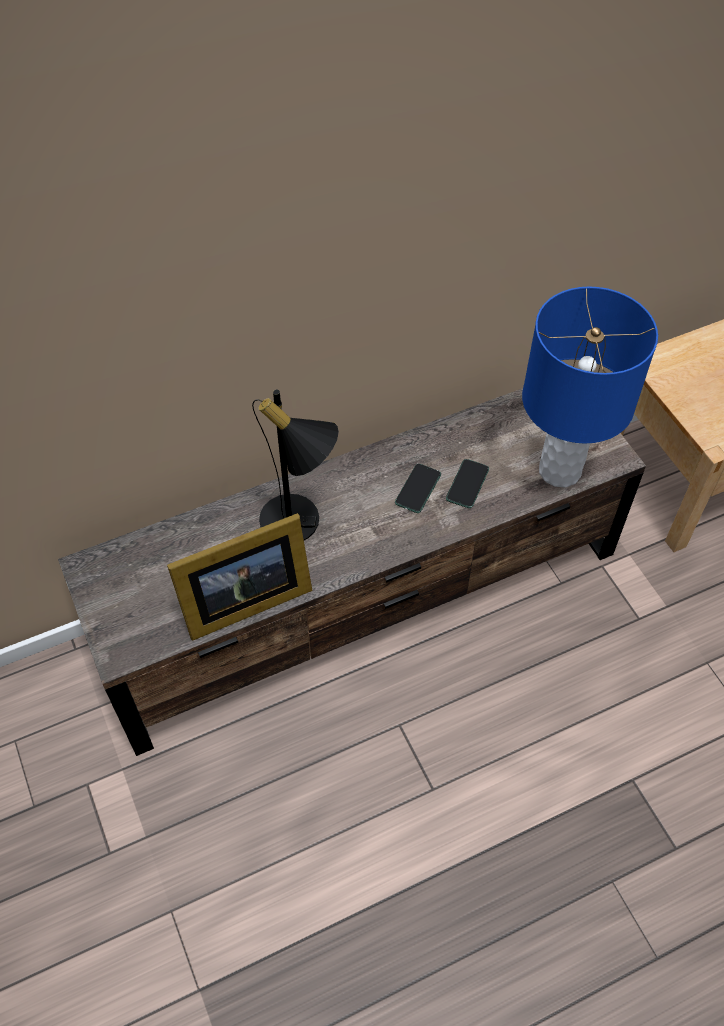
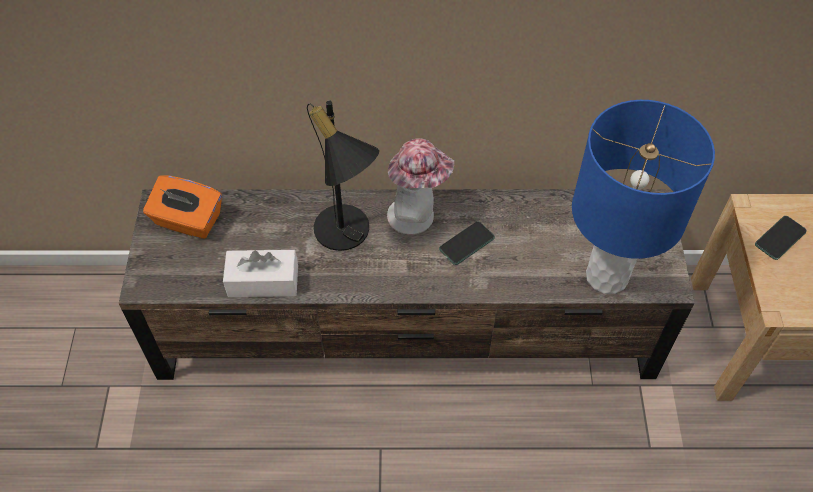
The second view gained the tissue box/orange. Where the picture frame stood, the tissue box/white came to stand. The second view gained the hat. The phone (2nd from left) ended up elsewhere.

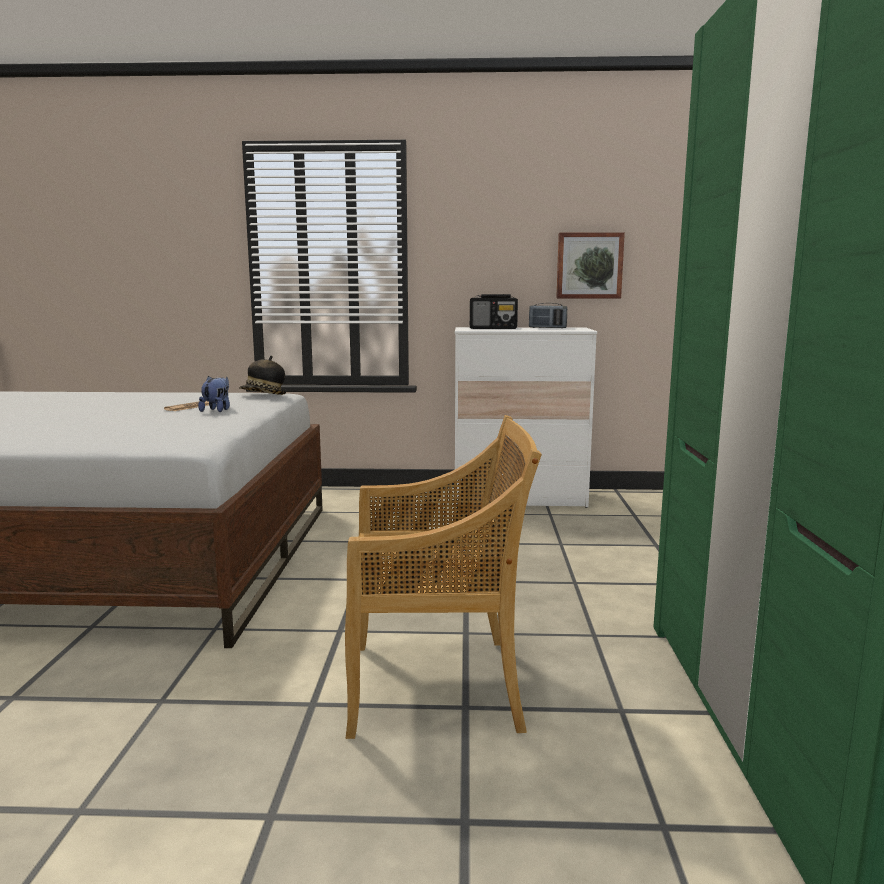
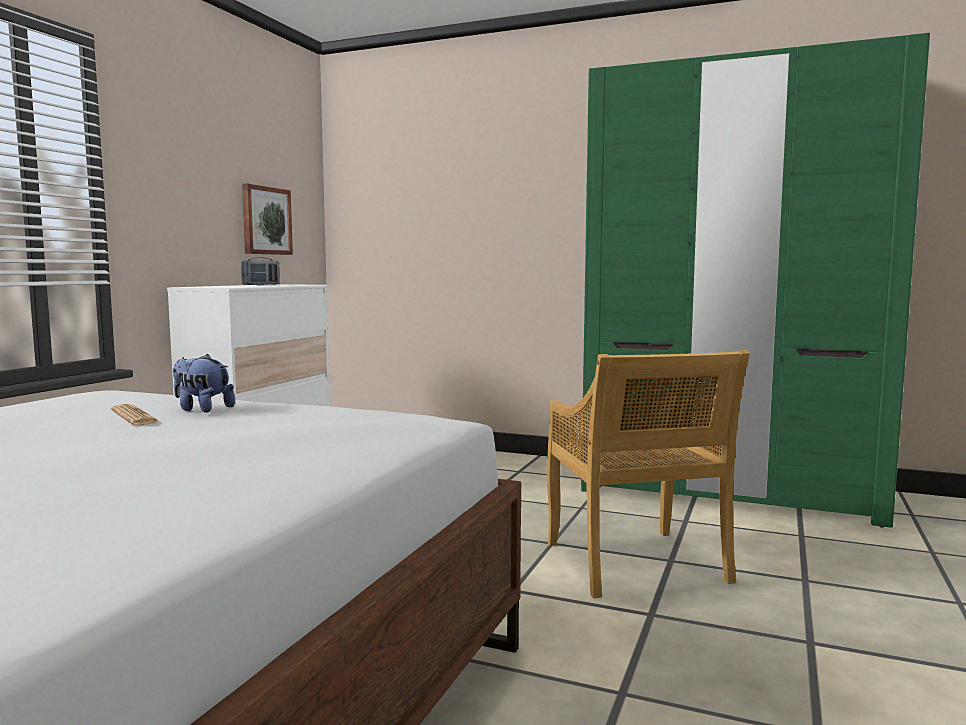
The chair/beige ended up facing another way, 150 degrees clockwise from before. The second view lost the hat. The second view lost the radio (1st from left).

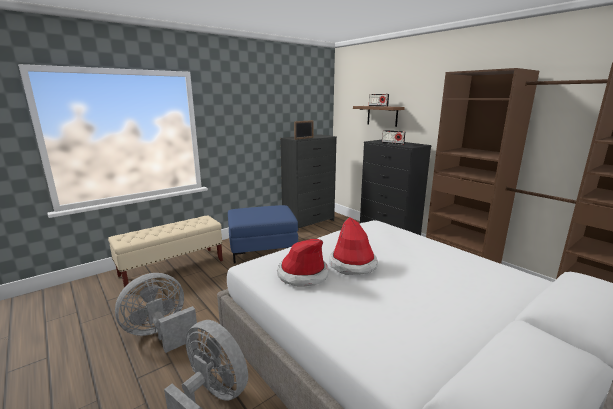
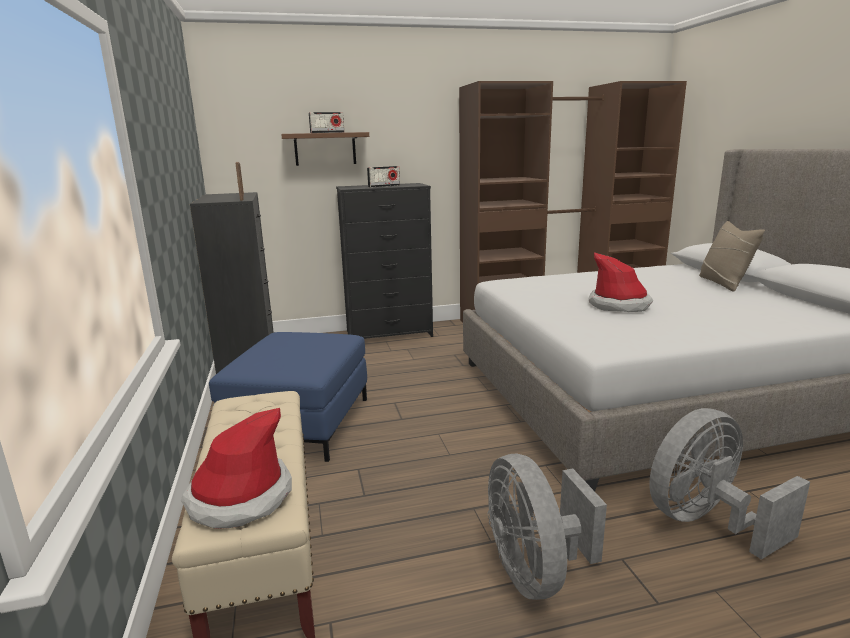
The hat (1st from left) ended up elsewhere. The second view gained the pillow/beige.

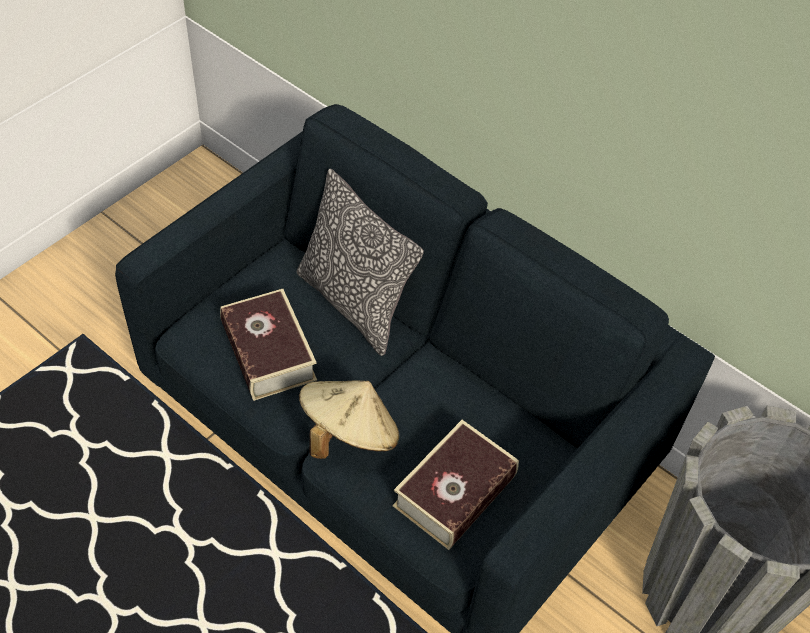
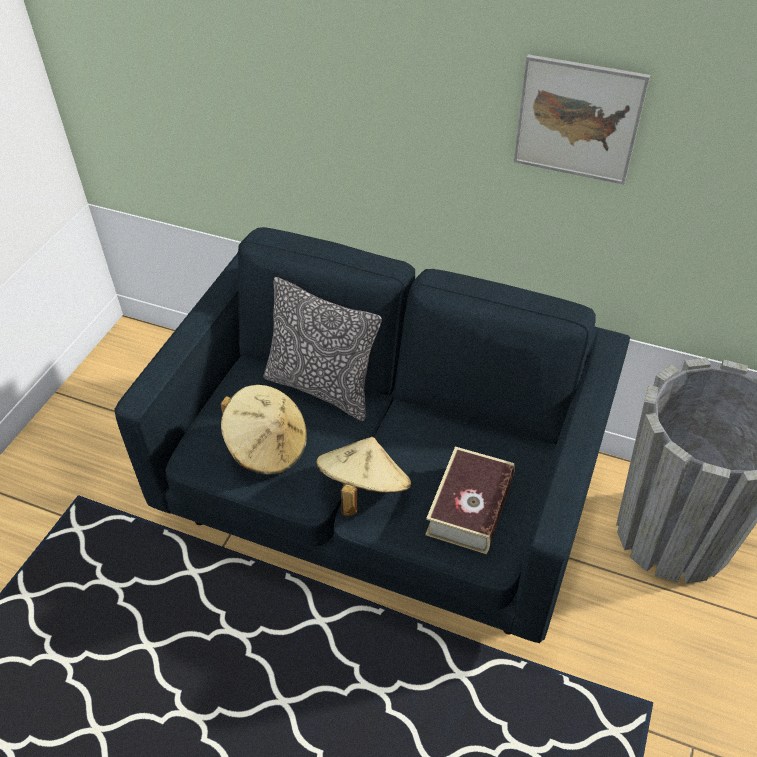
Where the book (1st from left) stood, the hat/beige (1st from left) came to stand. The second view gained the picture.

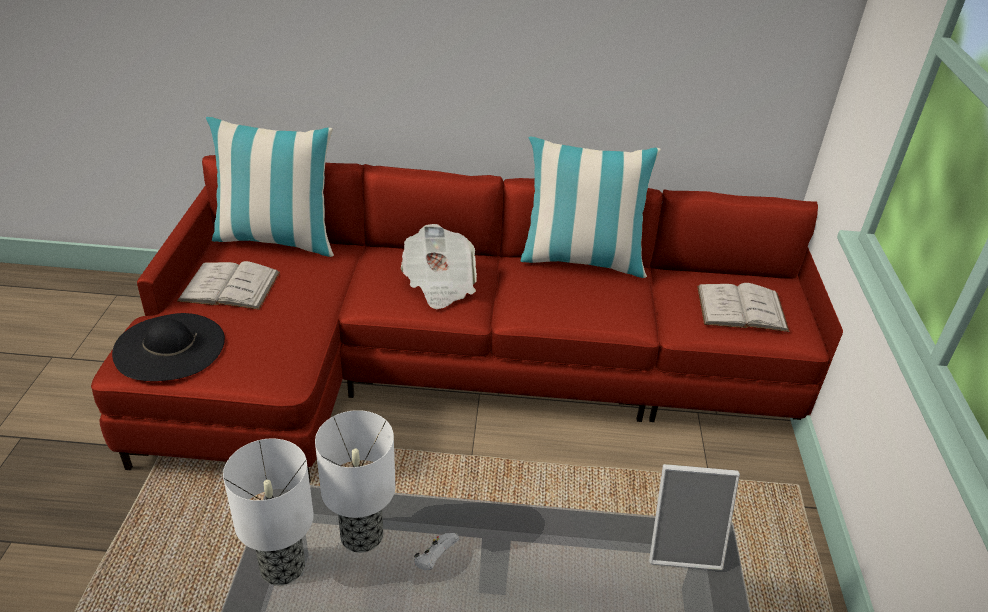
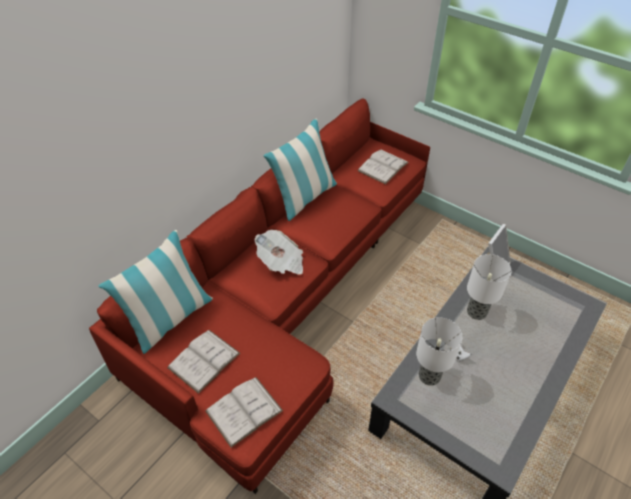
Where the hat/black stood, the book/white (2nd from left) came to stand. The table lamp (1st from left in the first image) ended up elsewhere.

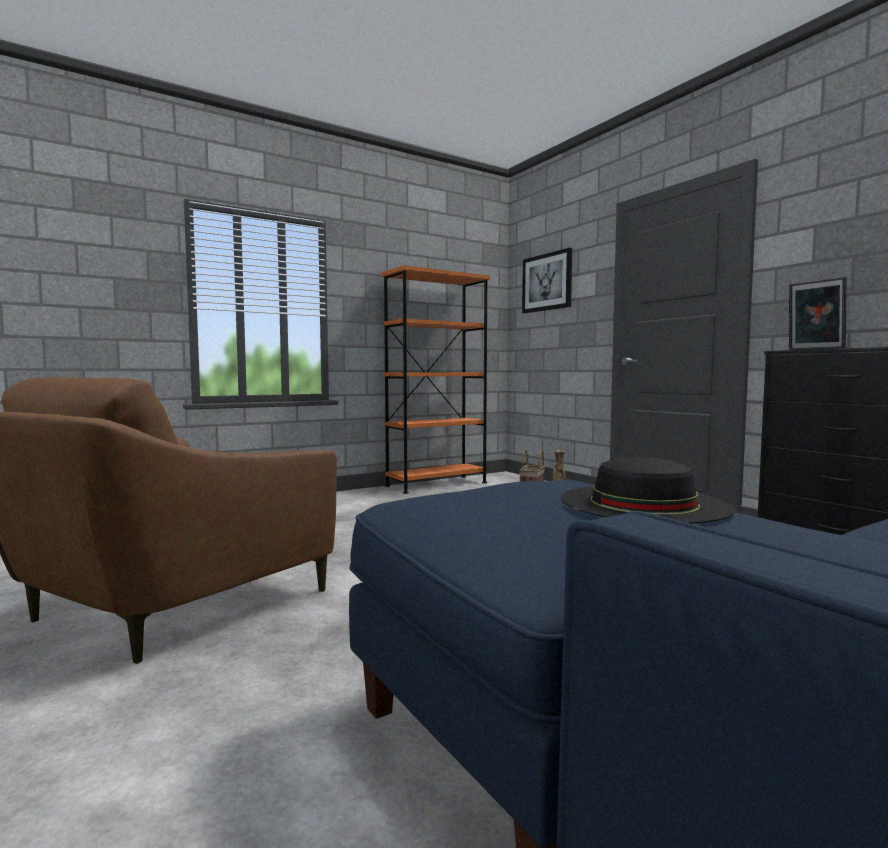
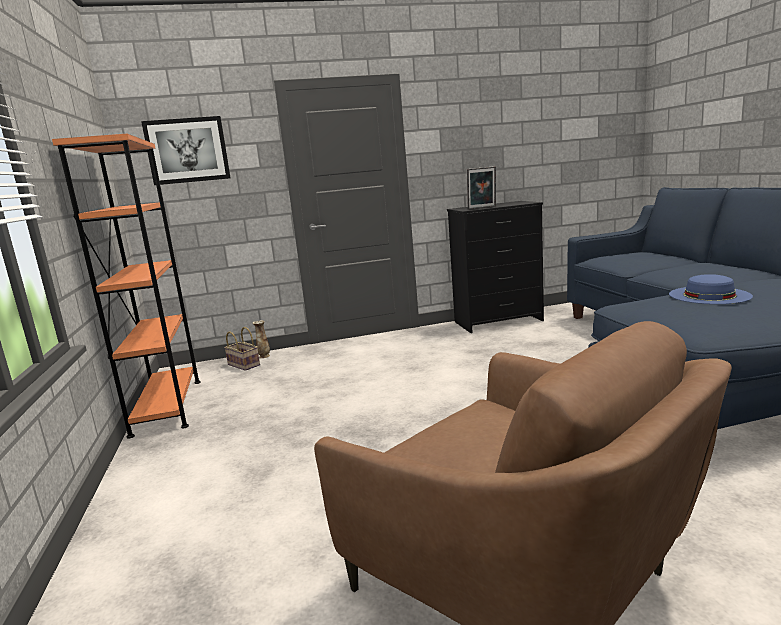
What was the hat/black turned into the hat/blue.

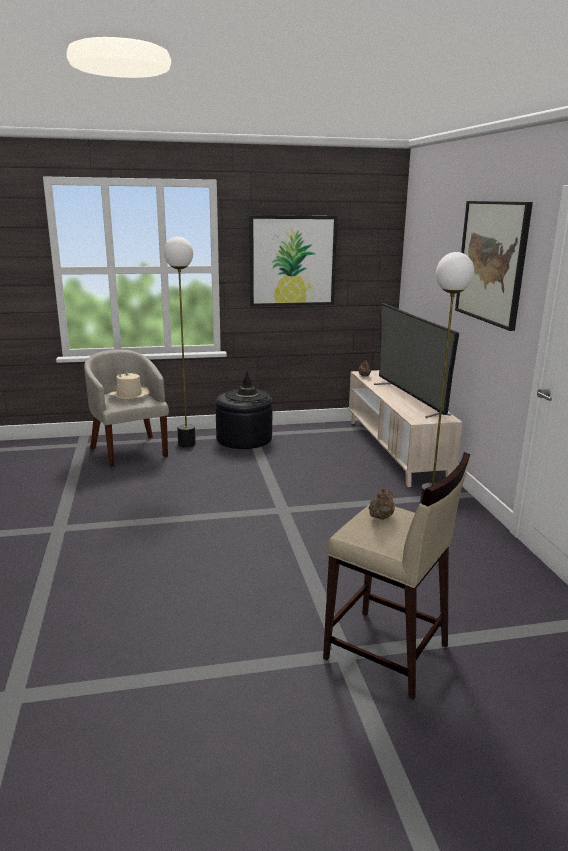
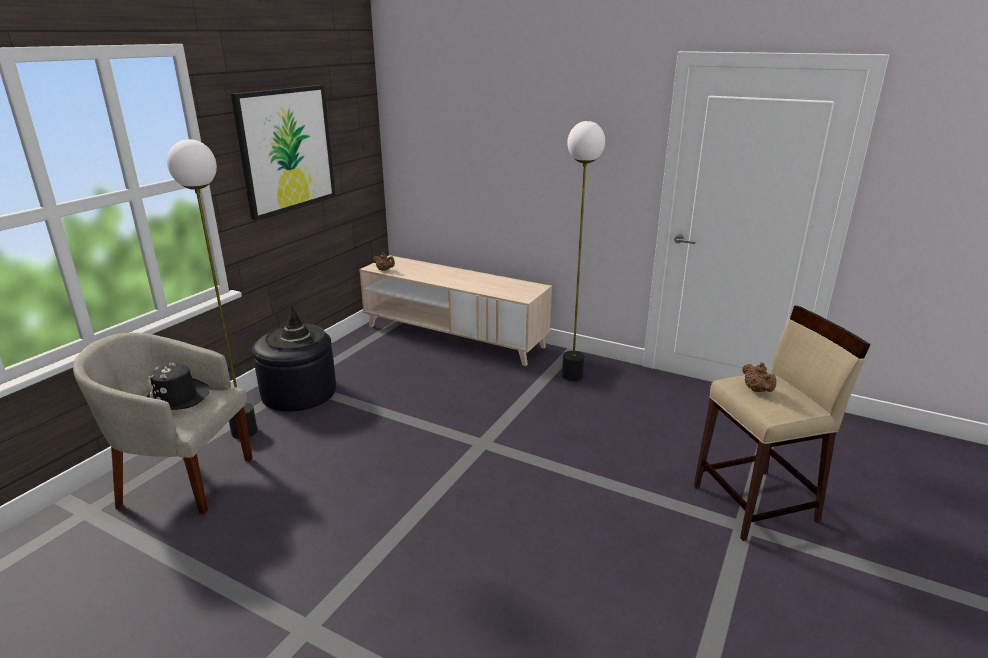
What was the hat/beige turned into the hat/black (1st from left). The second view lost the television. The second view lost the picture (2nd from left).

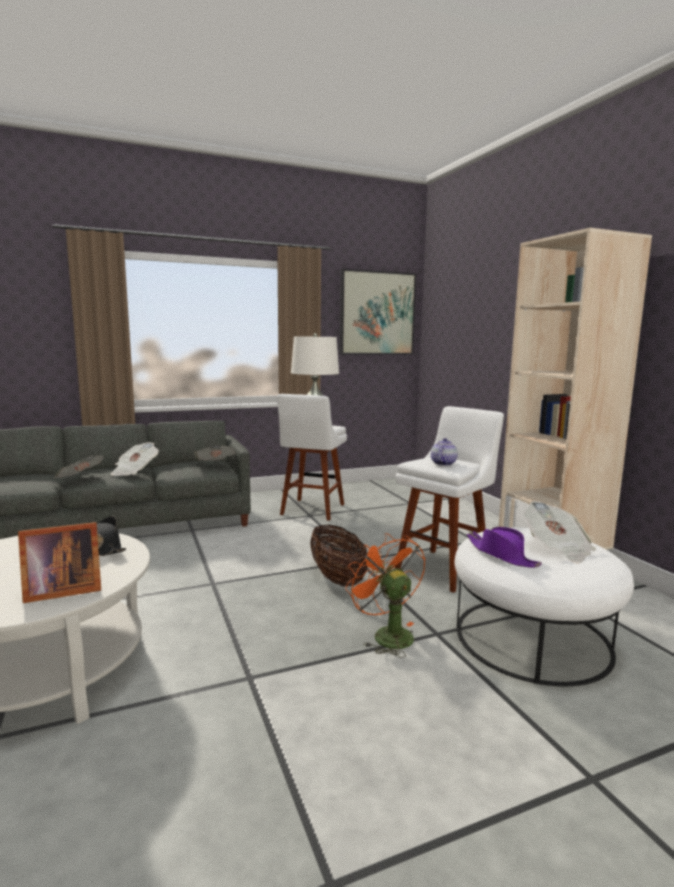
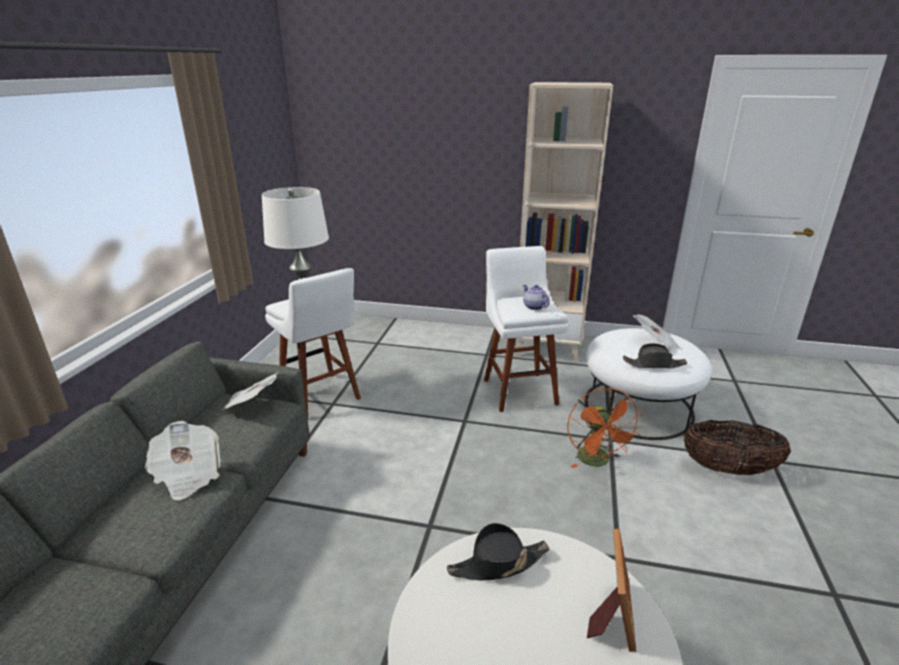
The fan/orange ended up facing another way, 105 degrees counterclockwise from before. What was the hat/purple turned into the hat/black (2nd from left). The basket ended up elsewhere. The second view lost the newspaper (1st from left). The second view lost the picture.

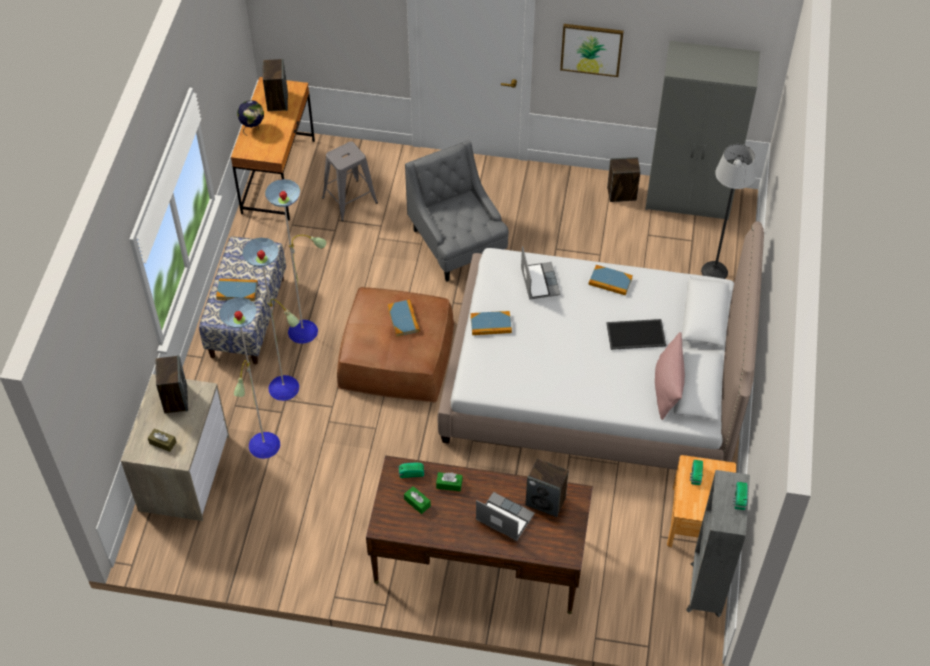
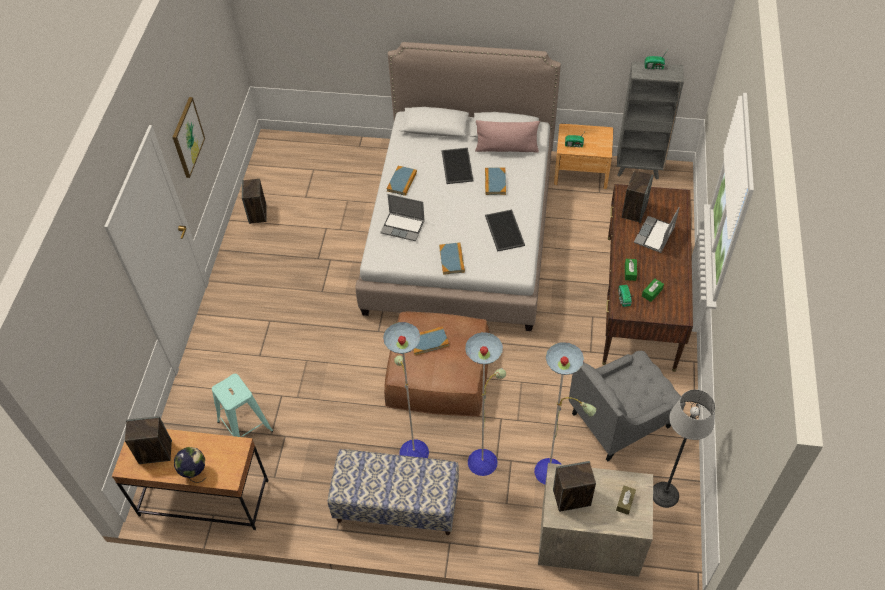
What was the stool/grey turned into the stool/turquoise. The laptop (2nd from left in the first image) ended up facing another way, 150 degrees counterclockwise from before. The book (1st from left in the first image) ended up elsewhere. The second view gained the tray (2nd from left). The armchair/grey ended up elsewhere. The floor lamp (2nd from left) ended up elsewhere. The second view lost the wardrobe/grey.

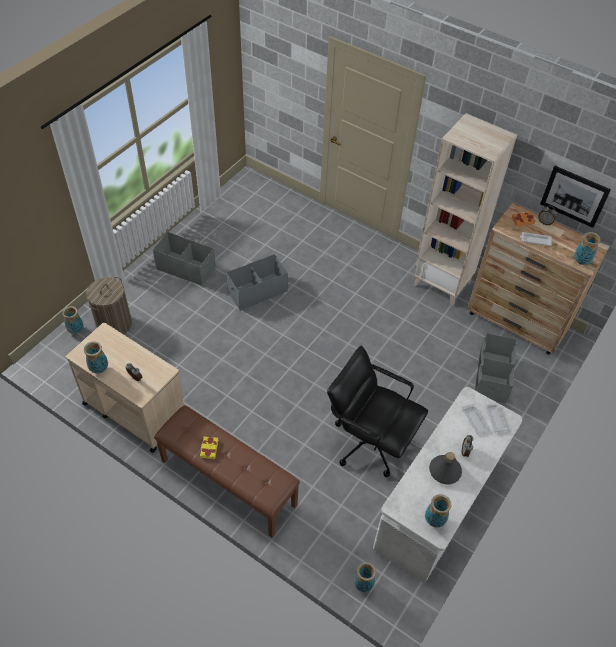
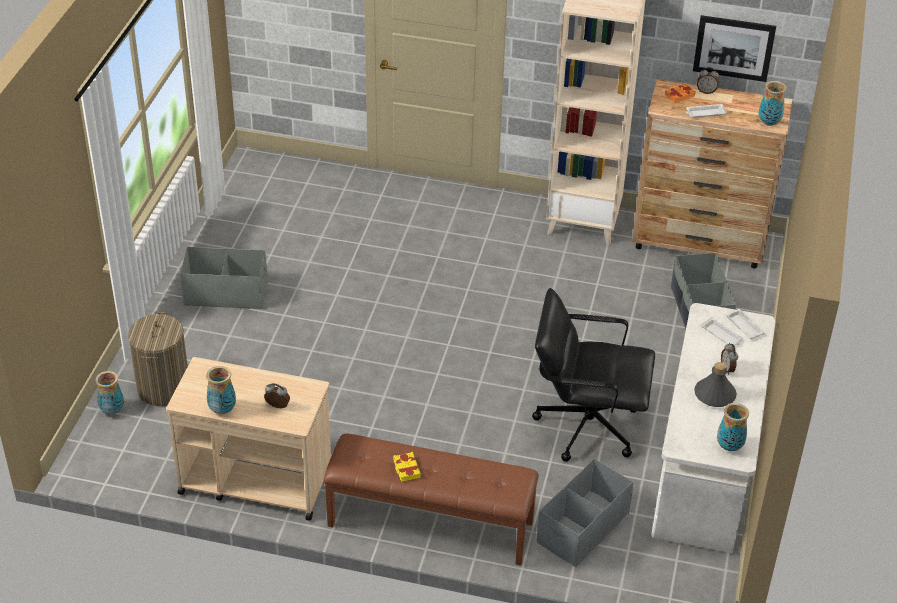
The storage box/grey (2nd from left) ended up elsewhere. The second view lost the vase (3rd from left).

